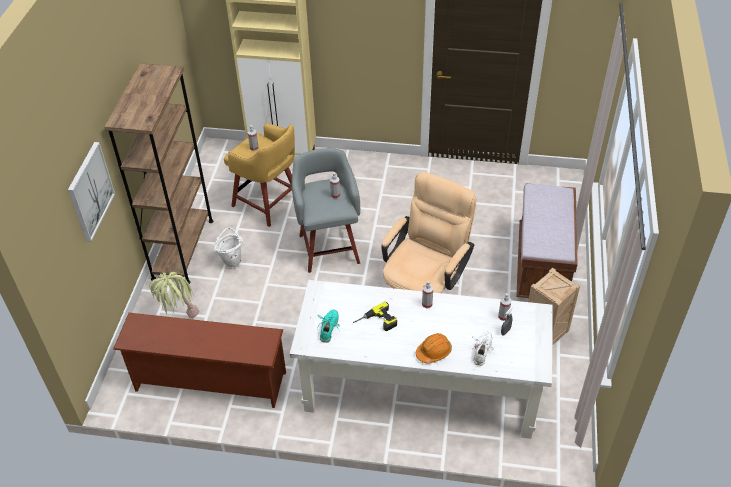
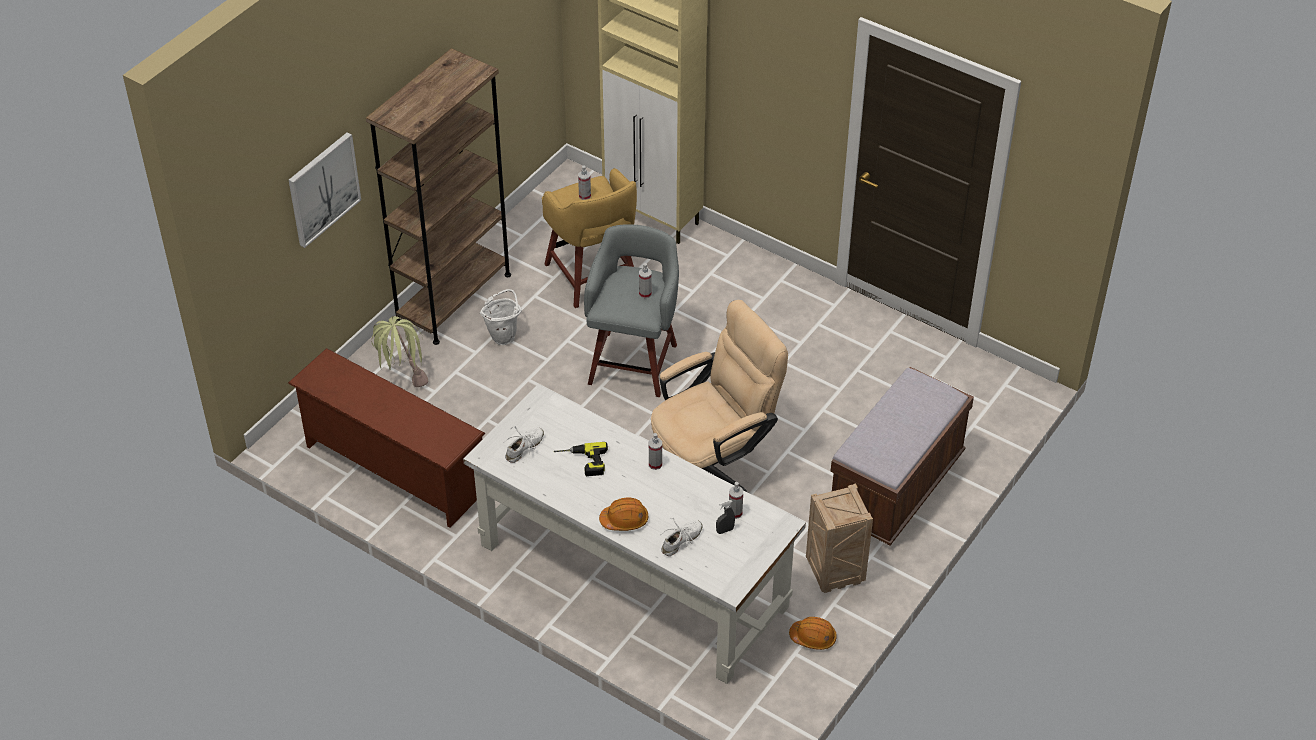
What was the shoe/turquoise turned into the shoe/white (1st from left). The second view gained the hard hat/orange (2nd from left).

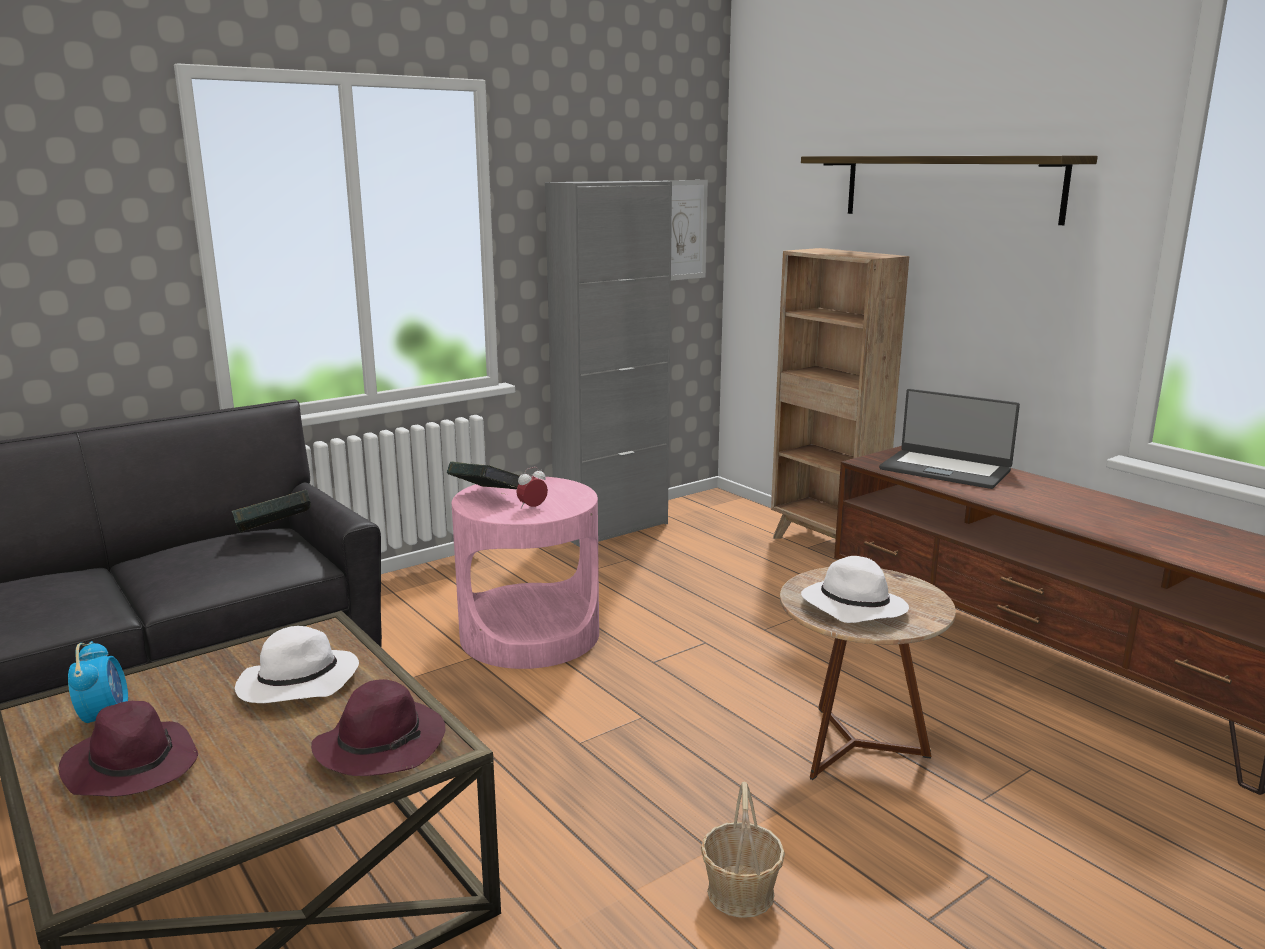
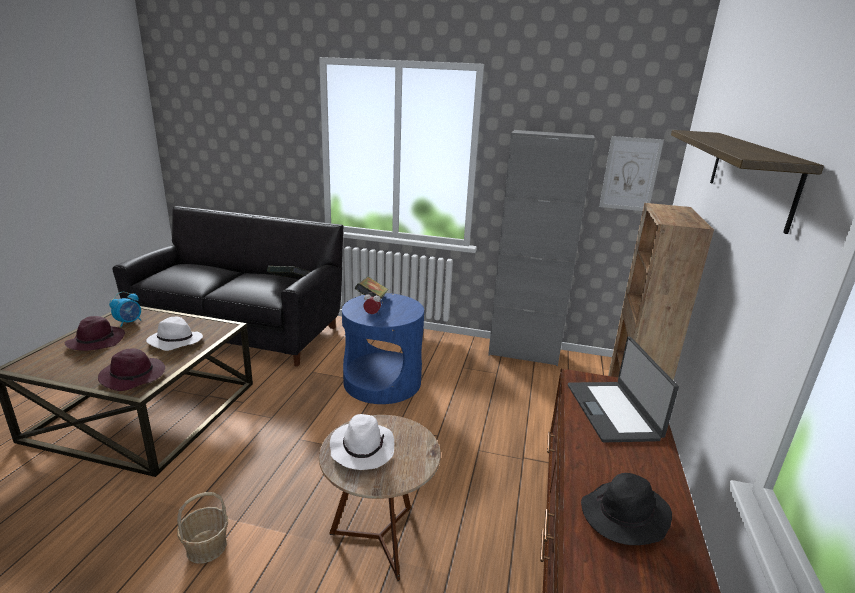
What was the side table/pink turned into the side table/blue. The second view gained the hat/black.

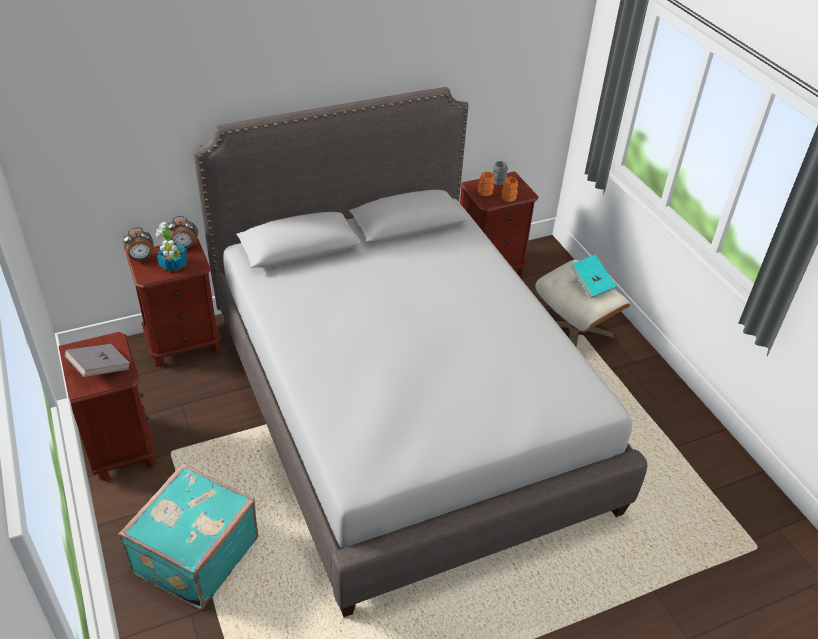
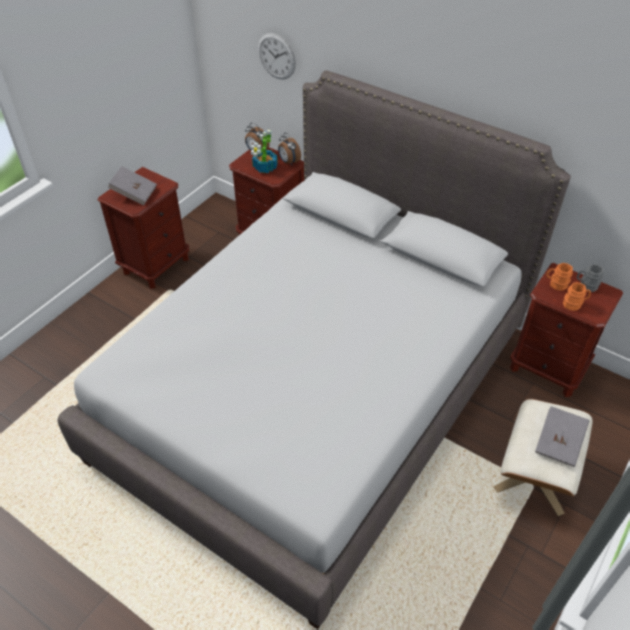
The second view gained the wall clock. What was the book/turquoise turned into the book/grey (2nd from left). The second view lost the suitcase/turquoise.

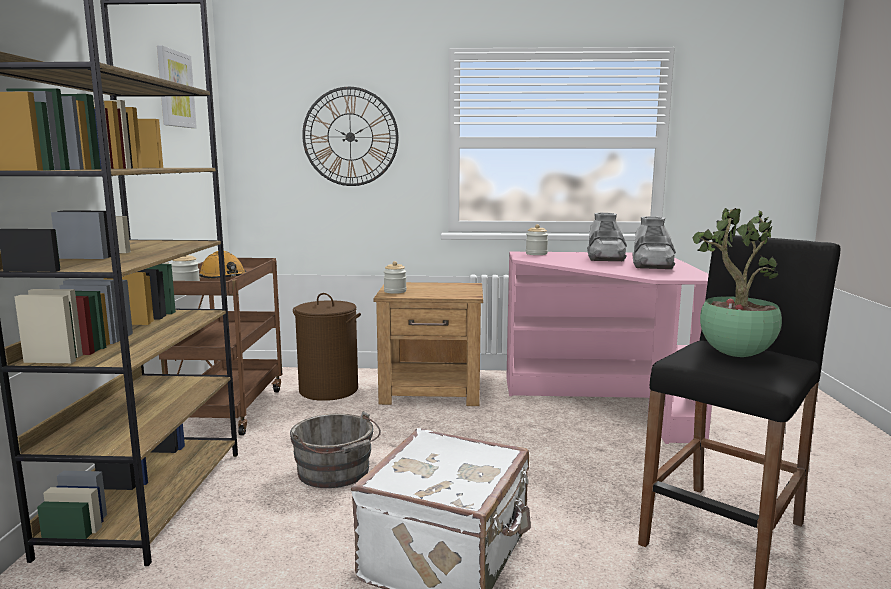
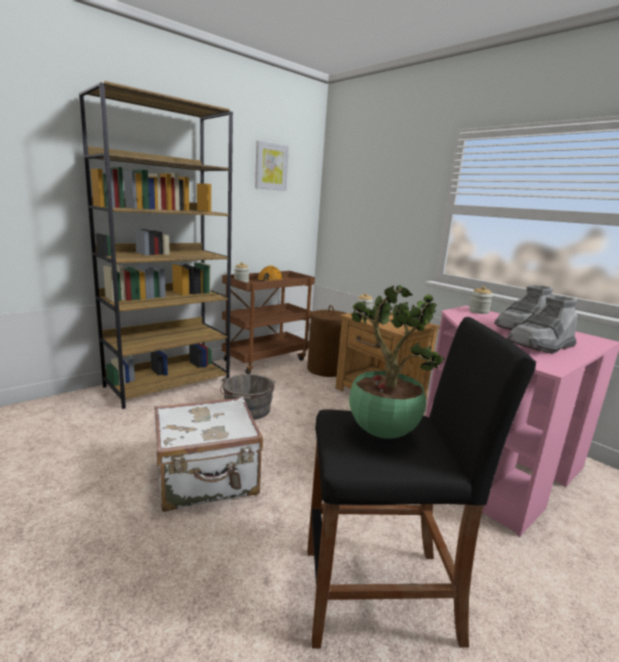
The second view lost the wall clock.

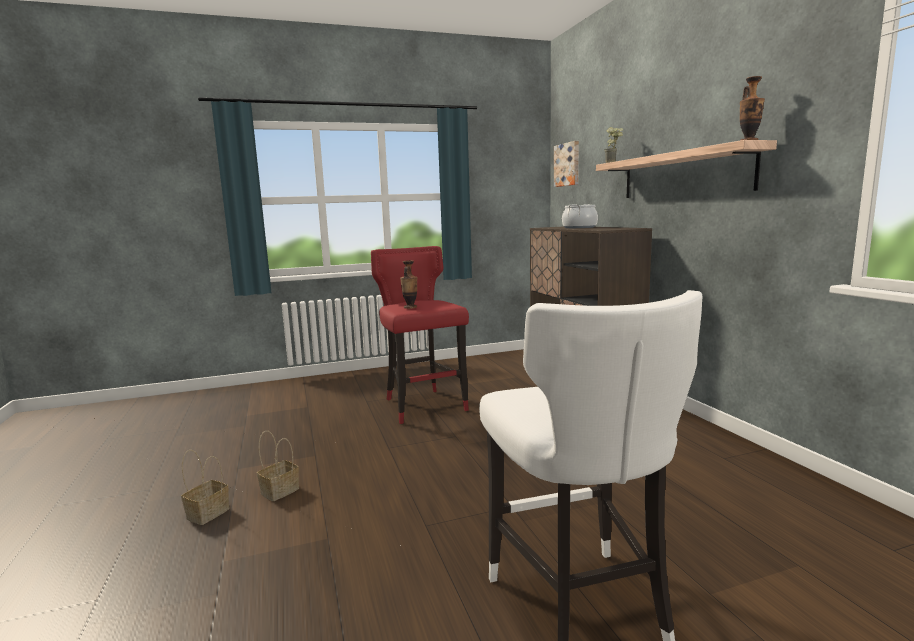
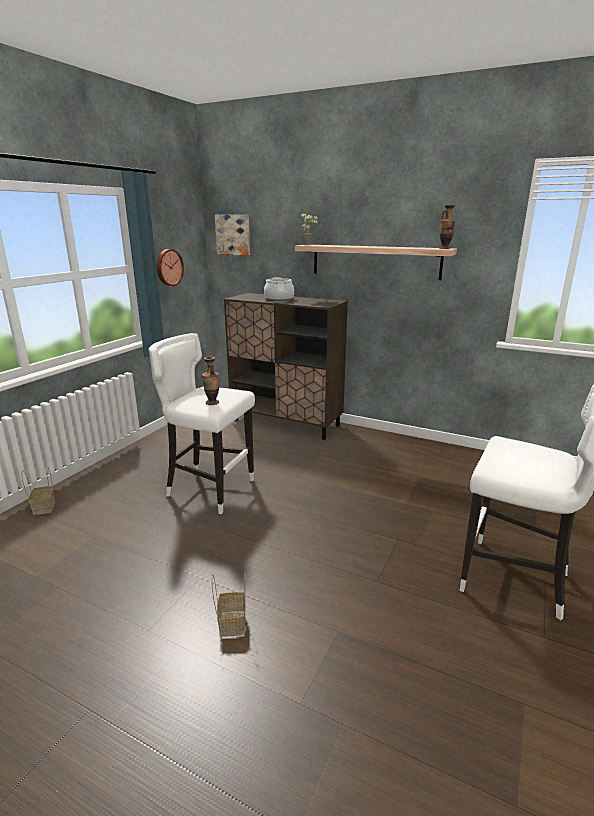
The basket (1st from left) ended up elsewhere. What was the stool/red turned into the stool/white (1st from left). The second view gained the wall clock.

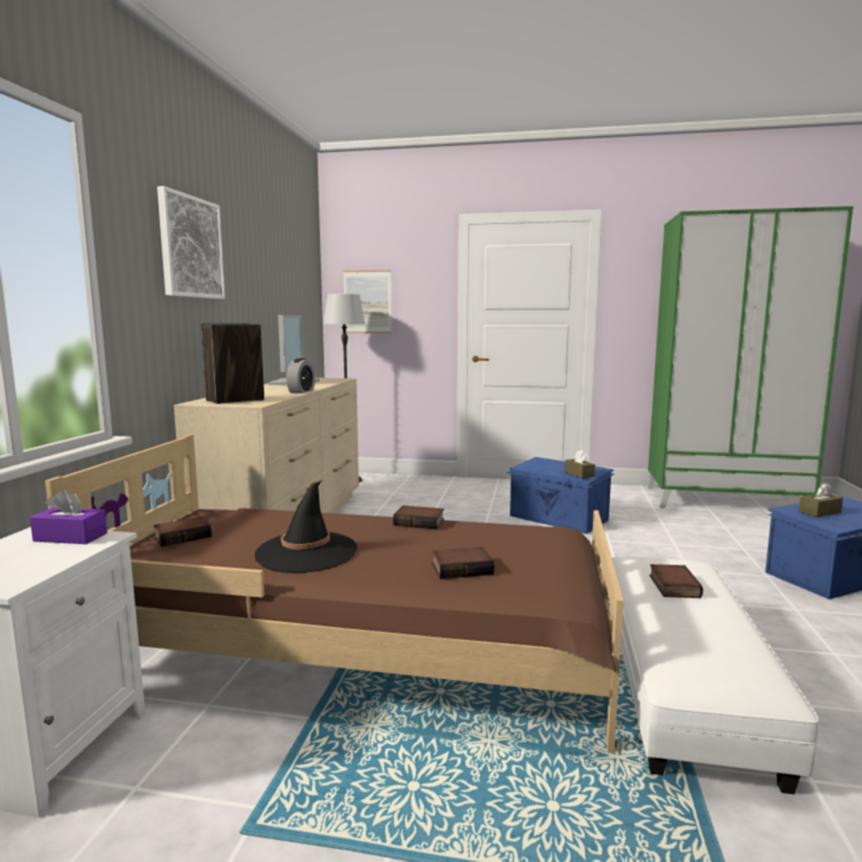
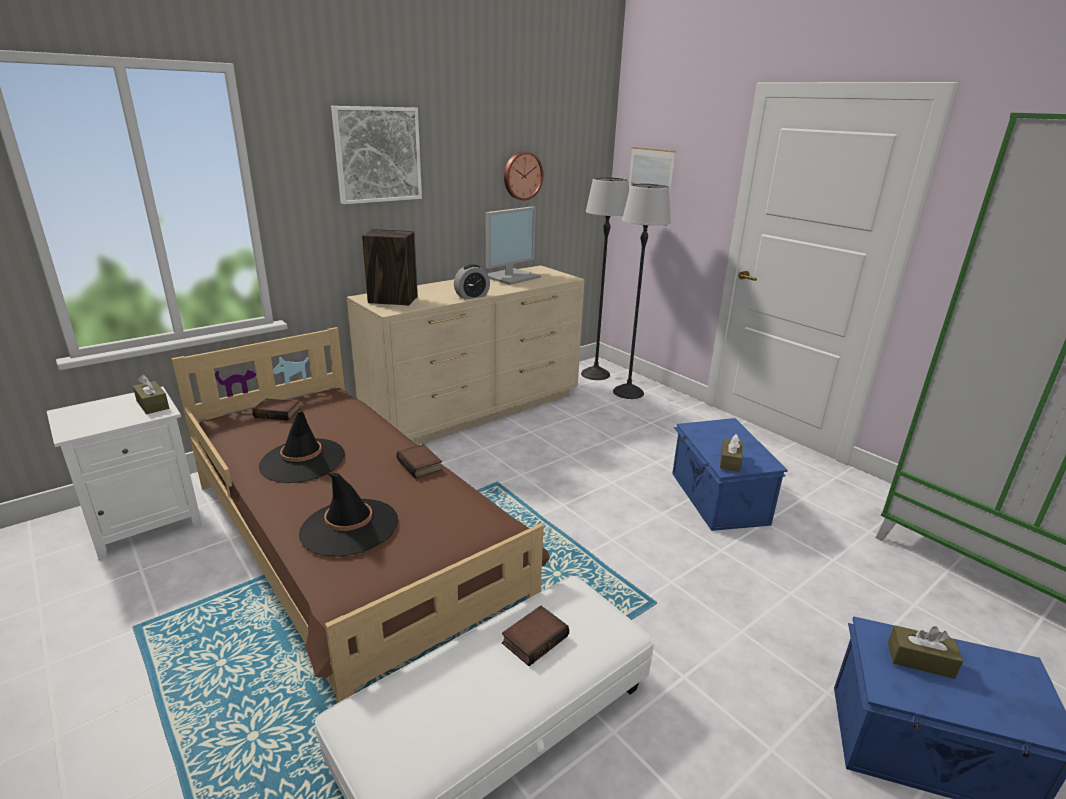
What was the tissue box/purple turned into the tissue box/brown (1st from left). Where the book (3rd from left) stood, the hat/black (2nd from left) came to stand. The second view gained the wall clock. The second view gained the floor lamp (2nd from left).

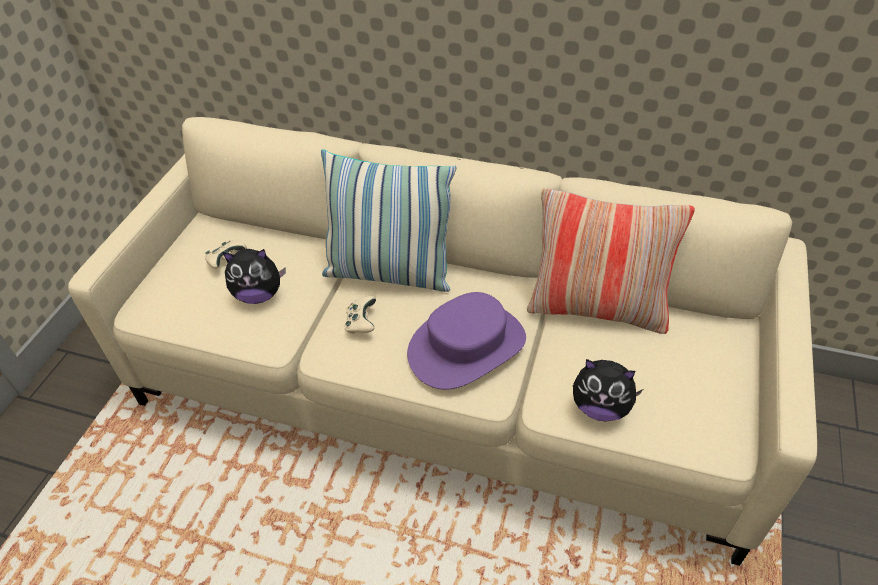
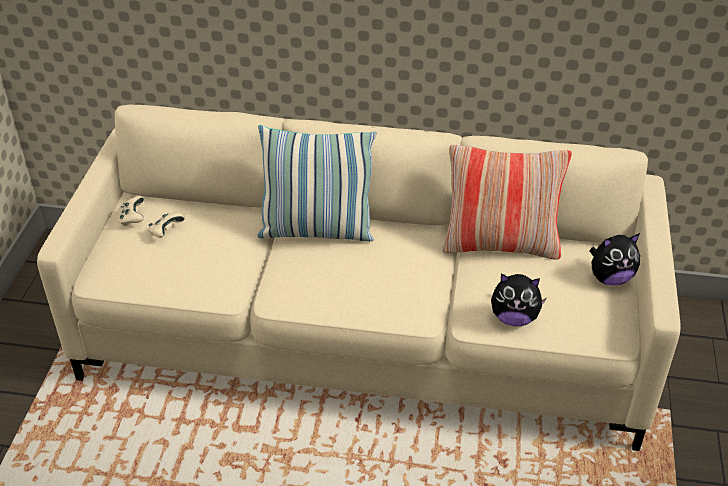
The game controller/beige (2nd from left in the first image) ended up elsewhere. The plush toy (1st from left in the first image) ended up elsewhere. The second view lost the hat/purple.

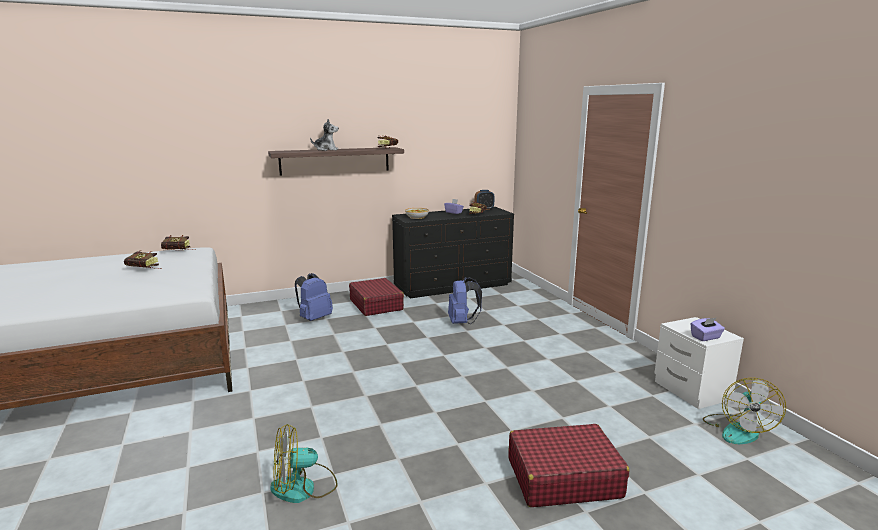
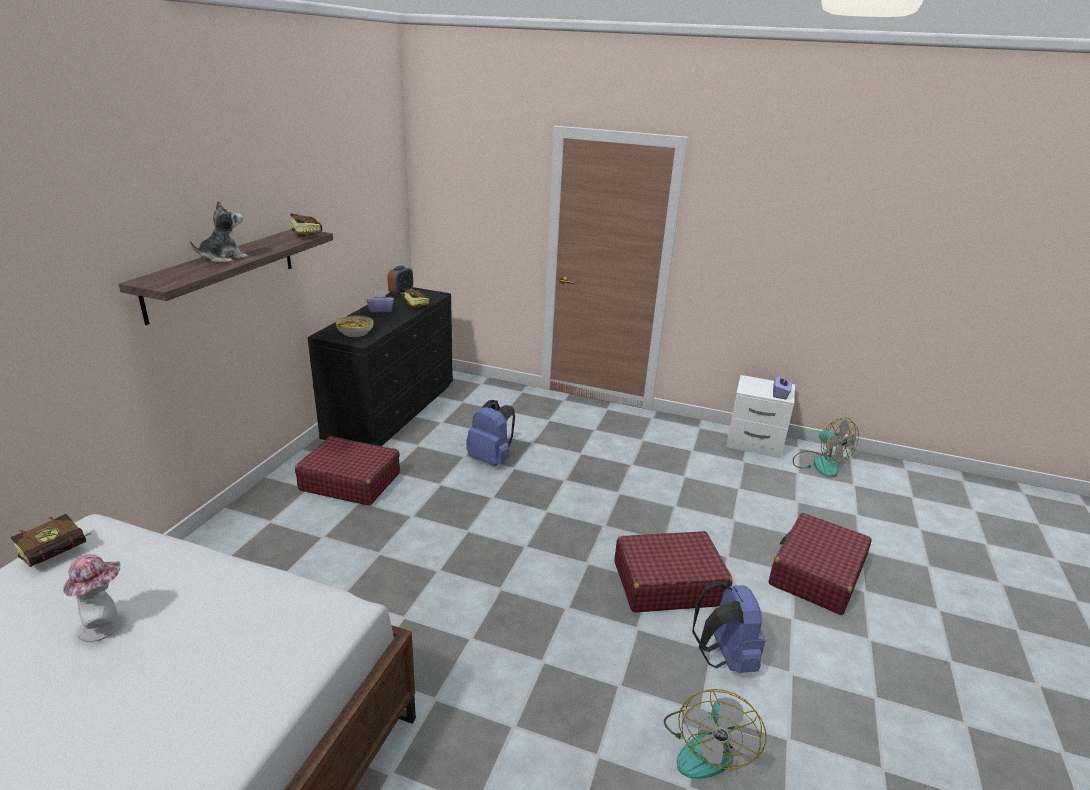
Where the book (1st from left) stood, the hat came to stand. The second view gained the suitcase/red (2nd from left). The backpack/blue (1st from left in the first image) ended up elsewhere.

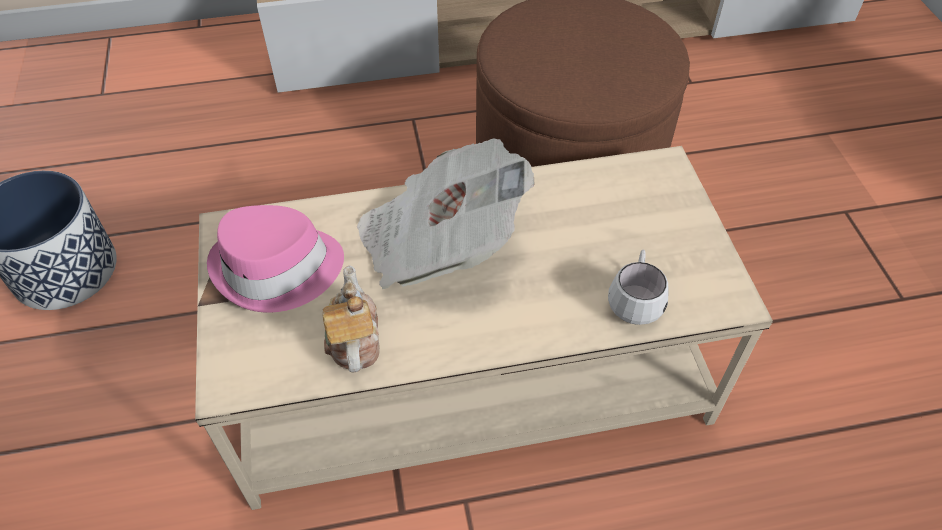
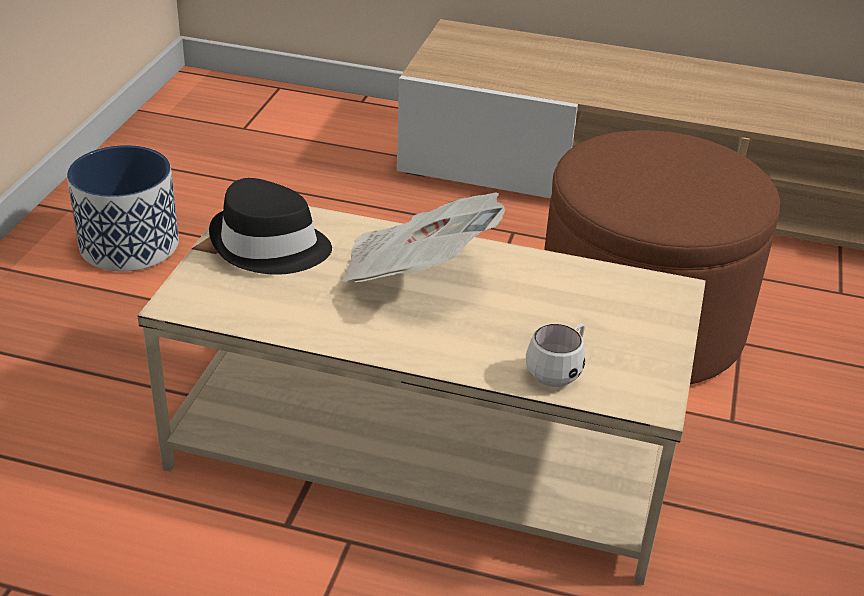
What was the hat/pink turned into the hat/black. The second view lost the teapot.

